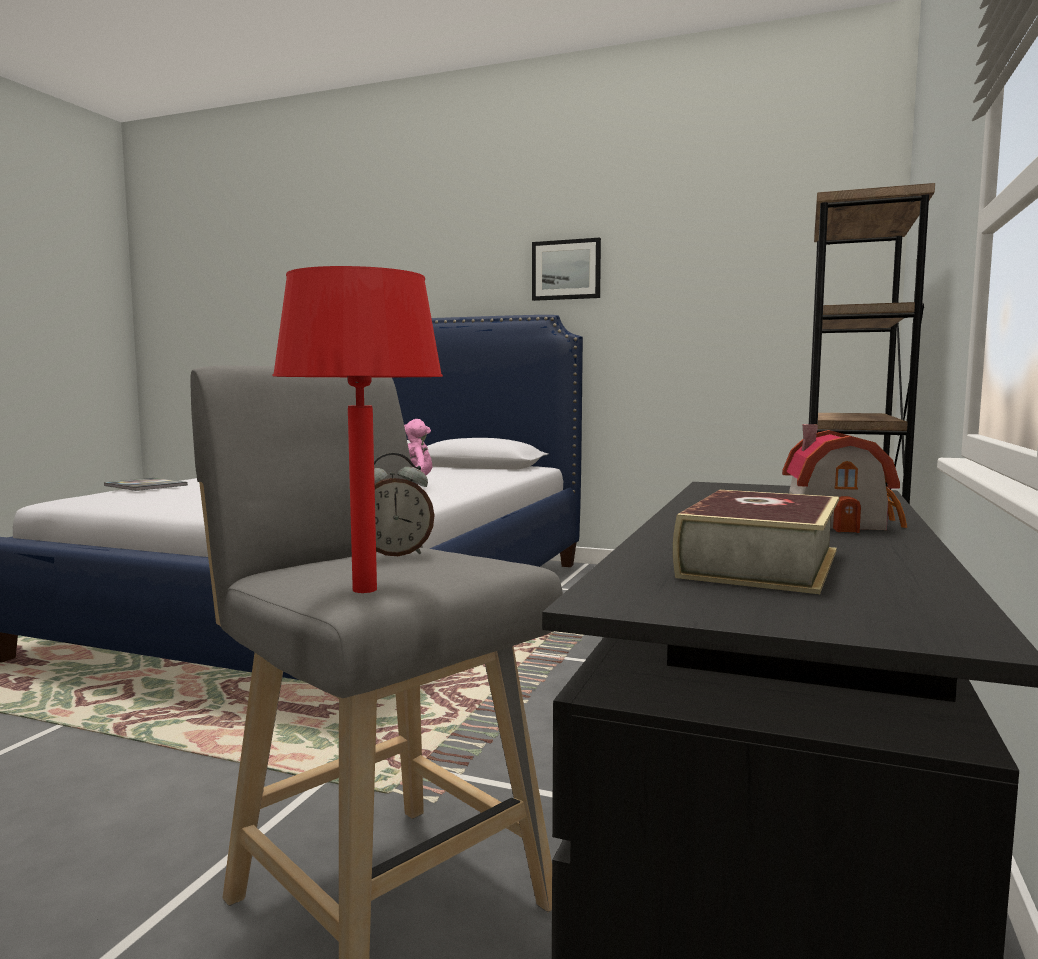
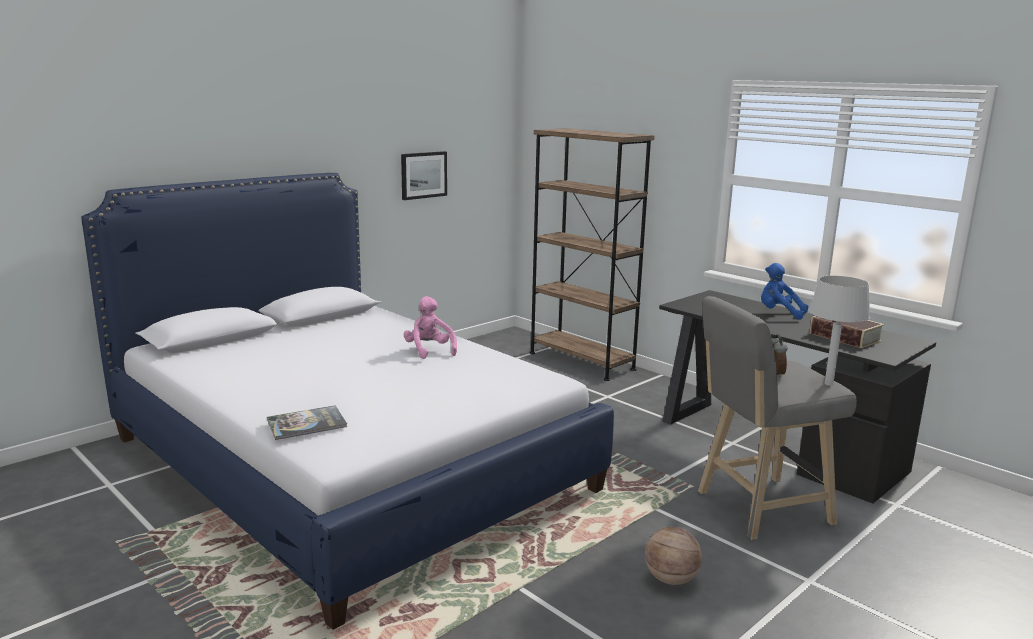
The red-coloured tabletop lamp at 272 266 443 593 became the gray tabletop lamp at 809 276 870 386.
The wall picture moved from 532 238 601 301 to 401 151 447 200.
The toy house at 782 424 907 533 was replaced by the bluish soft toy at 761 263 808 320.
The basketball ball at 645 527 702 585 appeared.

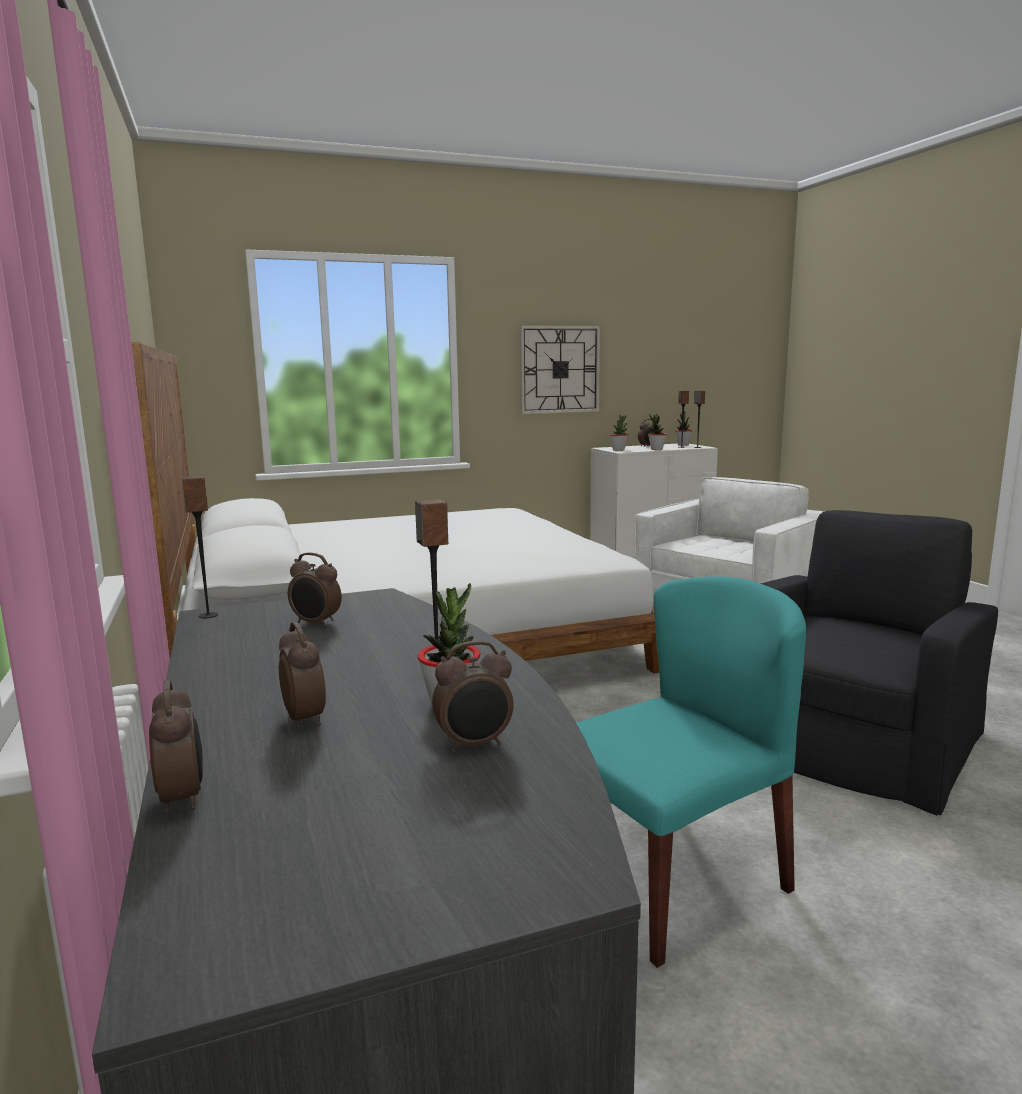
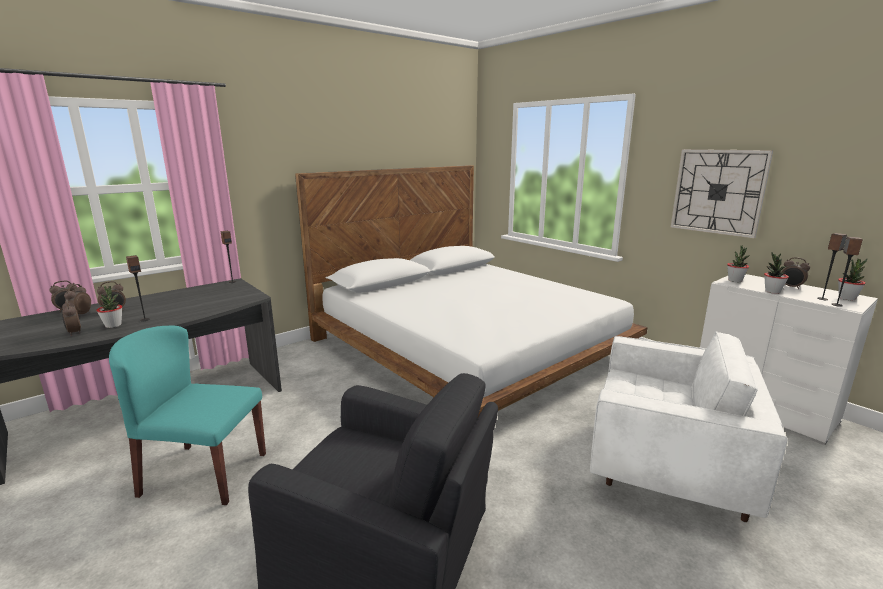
The bedside clock moved from 288 553 342 627 to 64 284 91 317.
The blue-green chair at 576 576 806 968 turned 150 degrees clockwise.

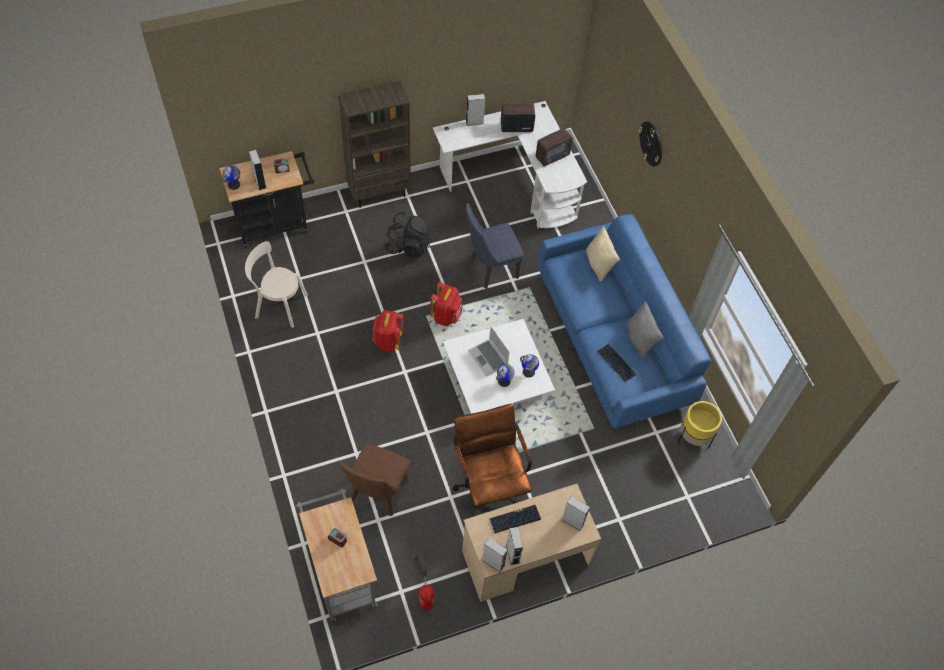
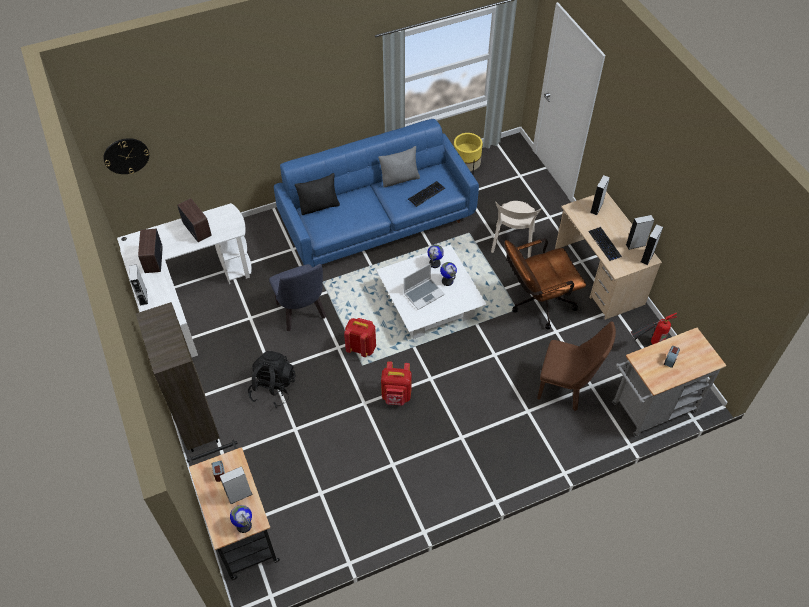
The beige chair moved from 245 241 308 328 to 491 201 542 258.
The beige cushion at 586 226 620 282 became the black-coloured cushion at 295 173 340 215.
The wall clock moved from 639 121 662 166 to 103 138 149 174.

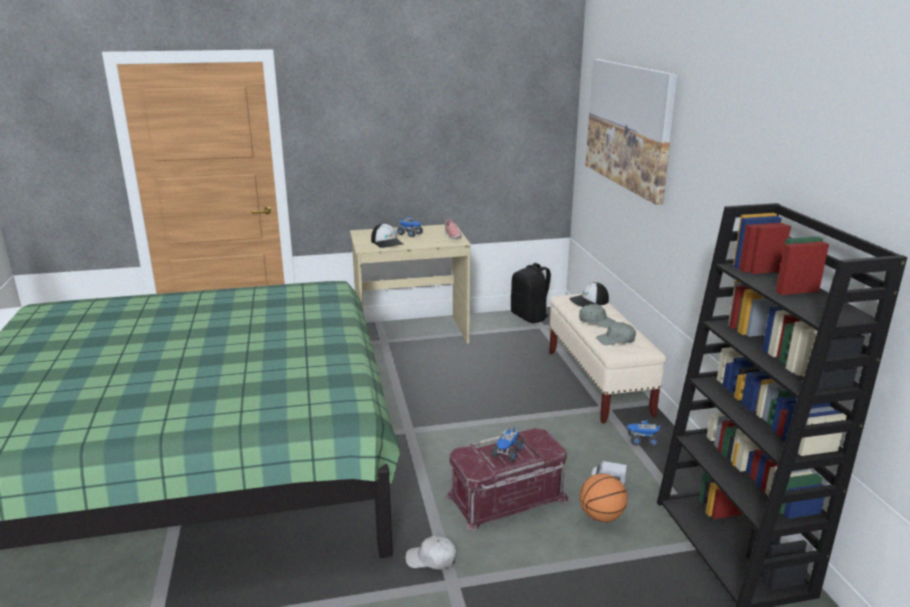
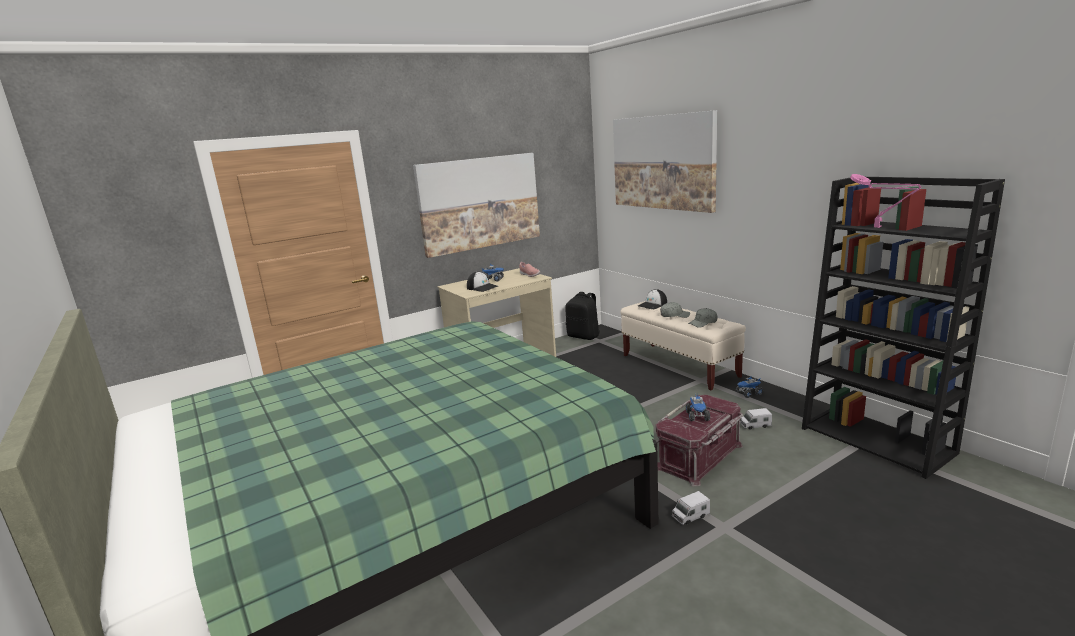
The whitish baseball cap at 406 535 456 570 was replaced by the toy lorry at 672 491 710 525.
The basketball ball at 579 474 628 522 disappeared.
The wall picture at 413 153 540 258 appeared.
The pink tabletop lamp at 850 174 922 228 appeared.

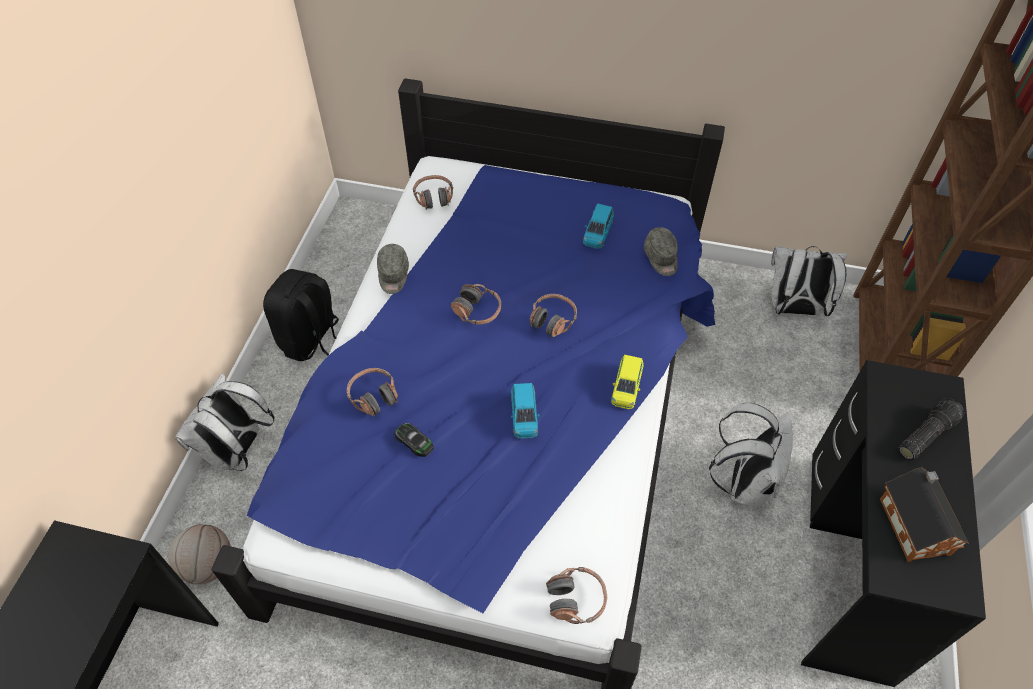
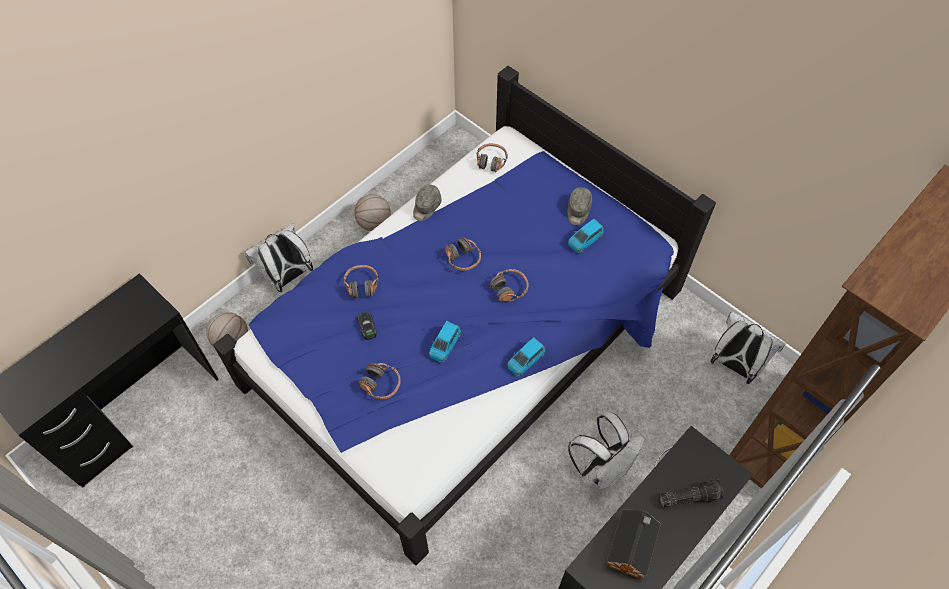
The black-coloured knapsack at 263 269 339 361 was replaced by the basketball ball at 354 194 391 231.
The pair of headphones moved from 546 567 607 624 to 359 363 401 399.
The yellowish model car at 611 355 644 409 became the bluish model car at 507 337 545 376.
The gray baseball cap moved from 644 227 678 276 to 567 187 592 225.

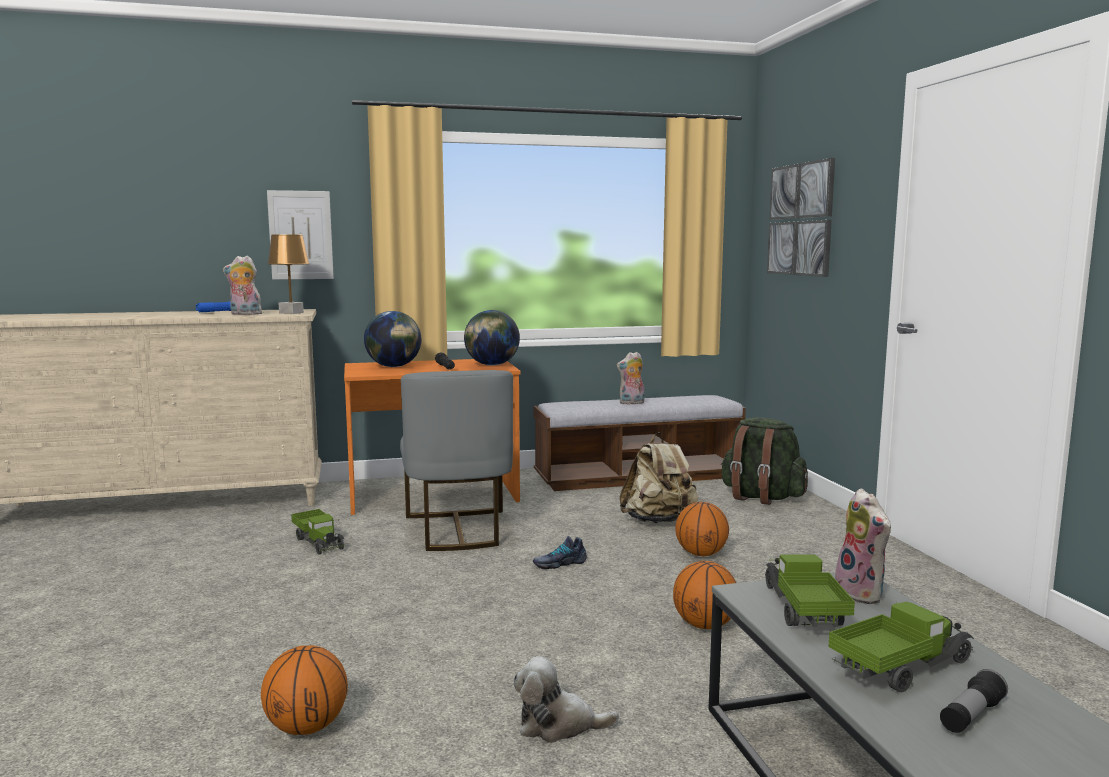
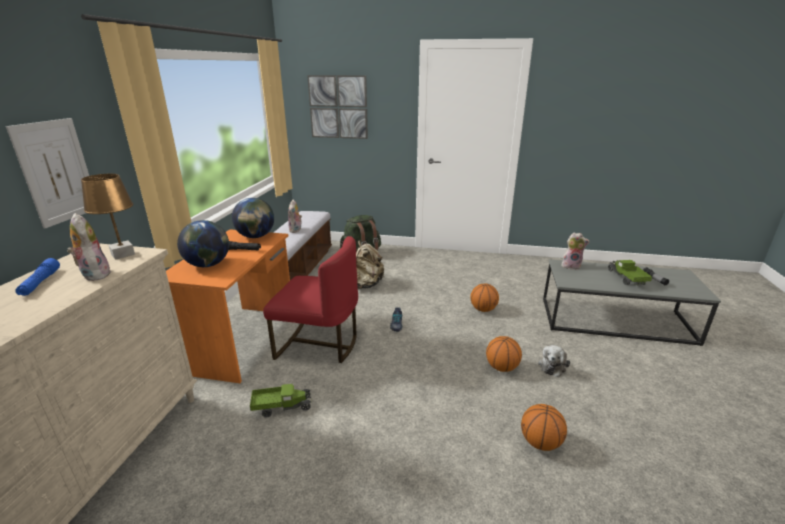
The soft toy at 223 256 262 315 turned 120 degrees clockwise.
The gray chair at 400 370 513 551 became the red-coloured chair at 263 236 358 363.
The basketball ball moved from 675 502 729 556 to 486 336 522 372.
The toy lorry at 765 554 855 627 disappeared.

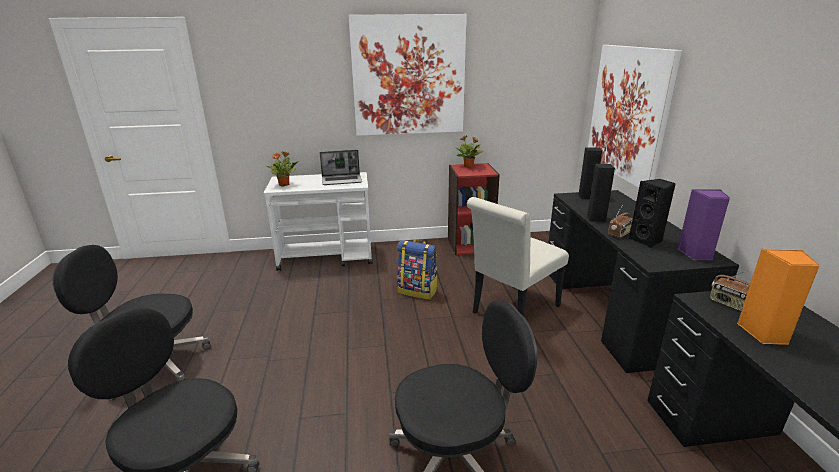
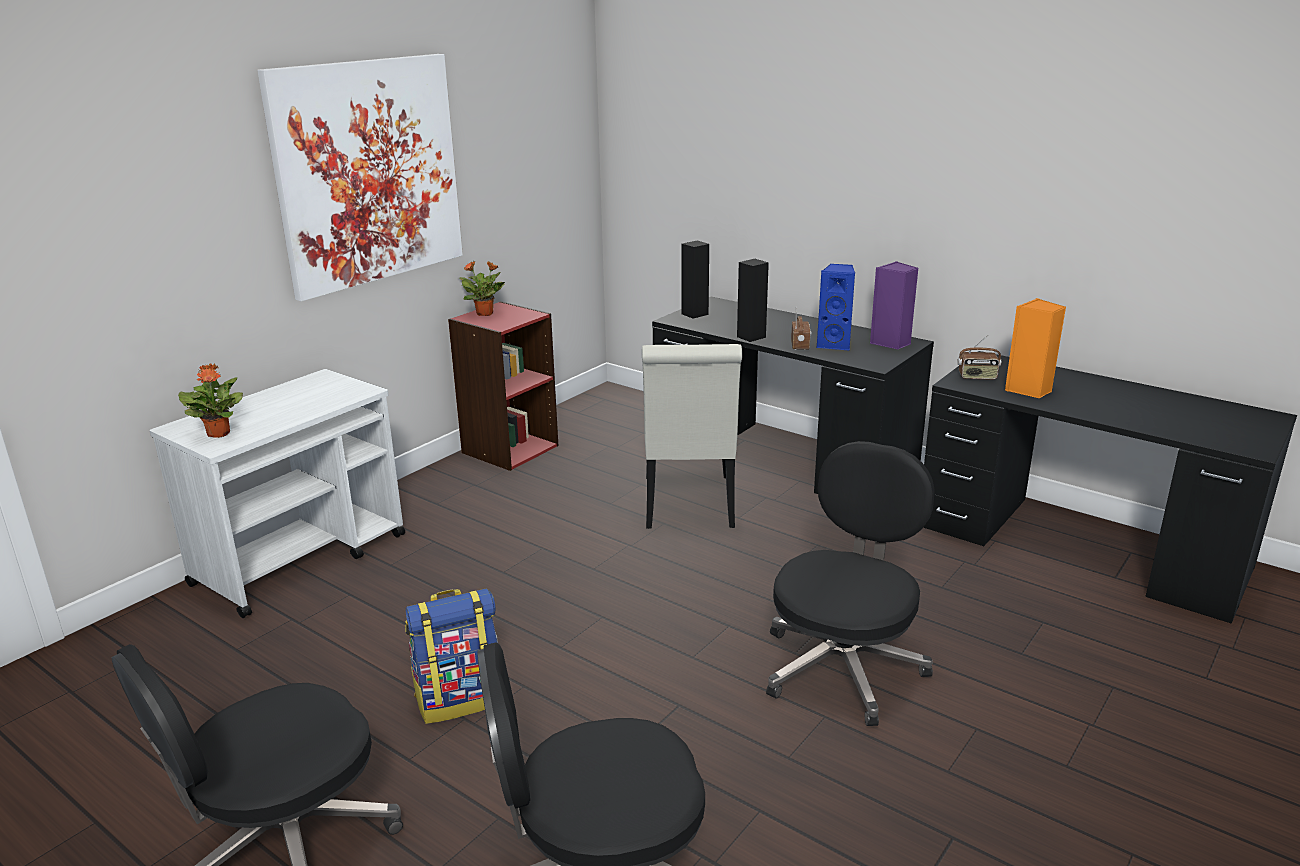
The laptop at 320 150 362 185 disappeared.
The knapsack moved from 397 240 438 300 to 405 588 498 724.
The wall picture at 588 45 682 188 disappeared.
The black-coloured audio speaker at 629 179 676 248 became the bluish audio speaker at 816 264 855 350.

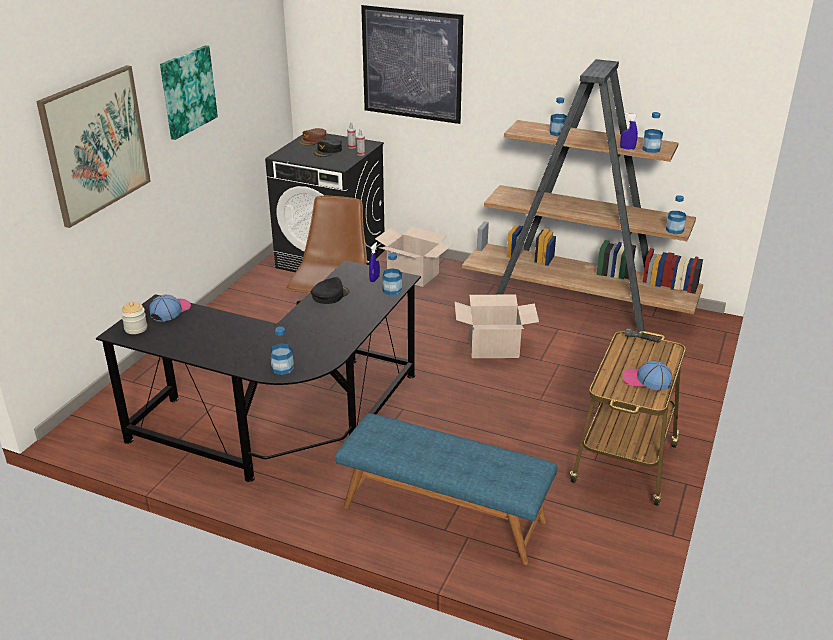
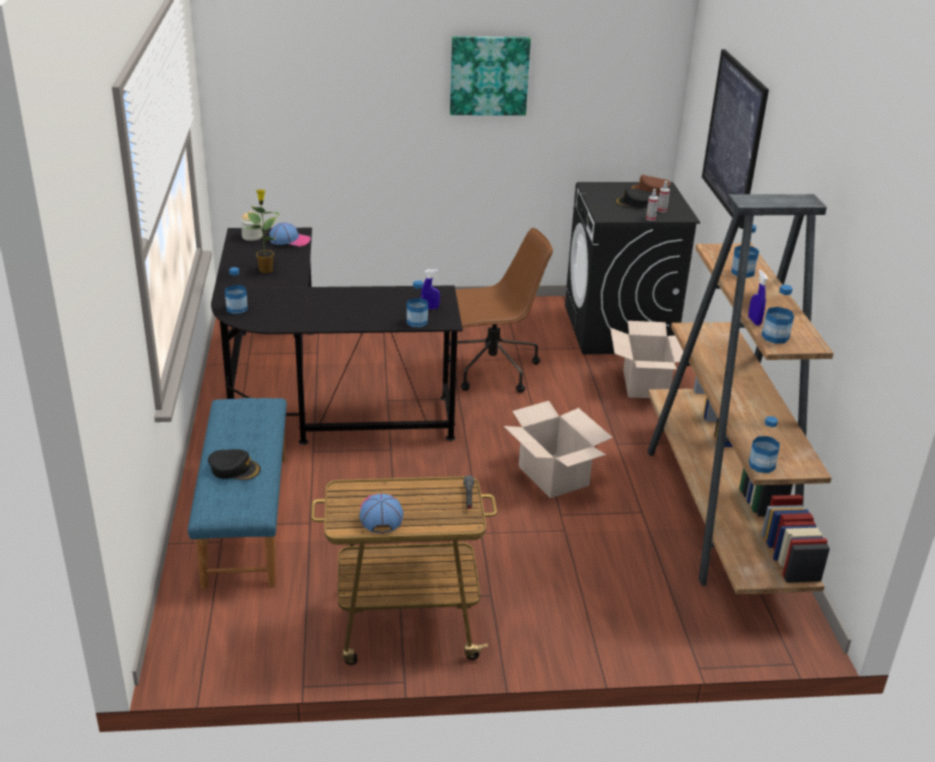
The wall picture at 36 65 151 228 disappeared.
The black-coloured baseball cap moved from 311 277 350 304 to 208 449 261 480.
The plant in a pot at 246 189 280 273 appeared.

